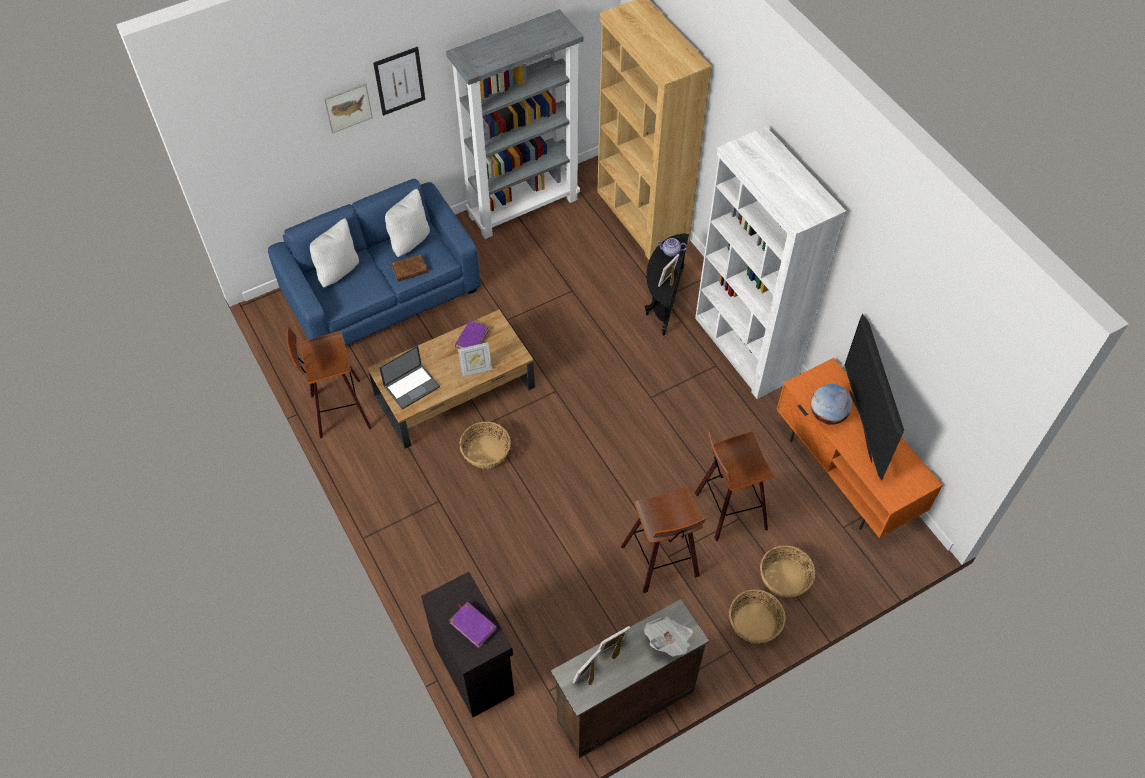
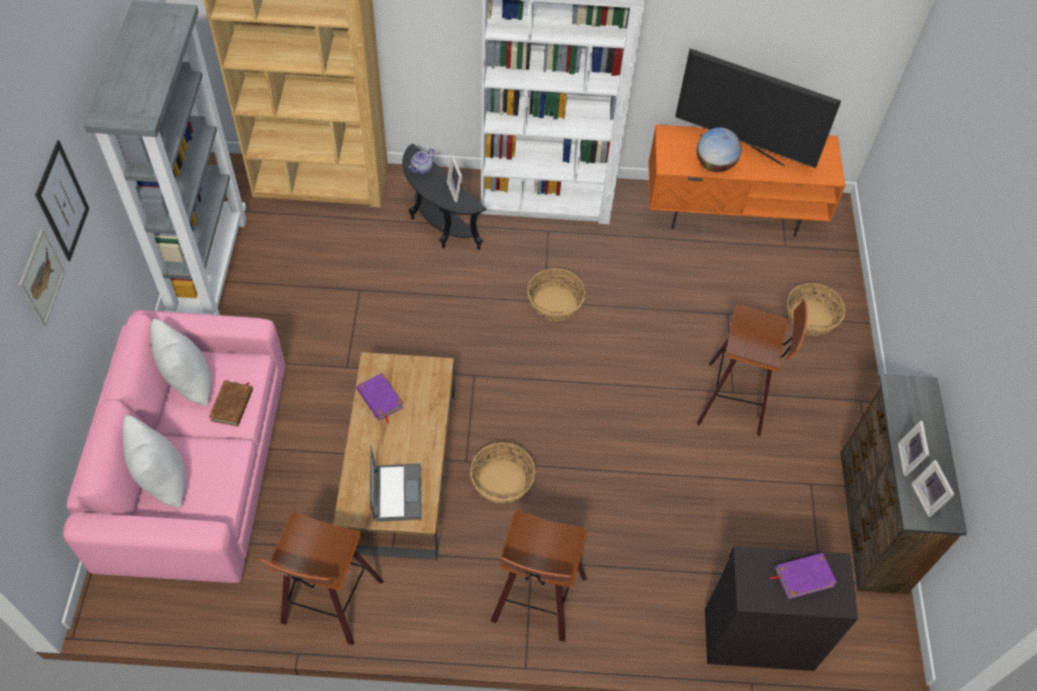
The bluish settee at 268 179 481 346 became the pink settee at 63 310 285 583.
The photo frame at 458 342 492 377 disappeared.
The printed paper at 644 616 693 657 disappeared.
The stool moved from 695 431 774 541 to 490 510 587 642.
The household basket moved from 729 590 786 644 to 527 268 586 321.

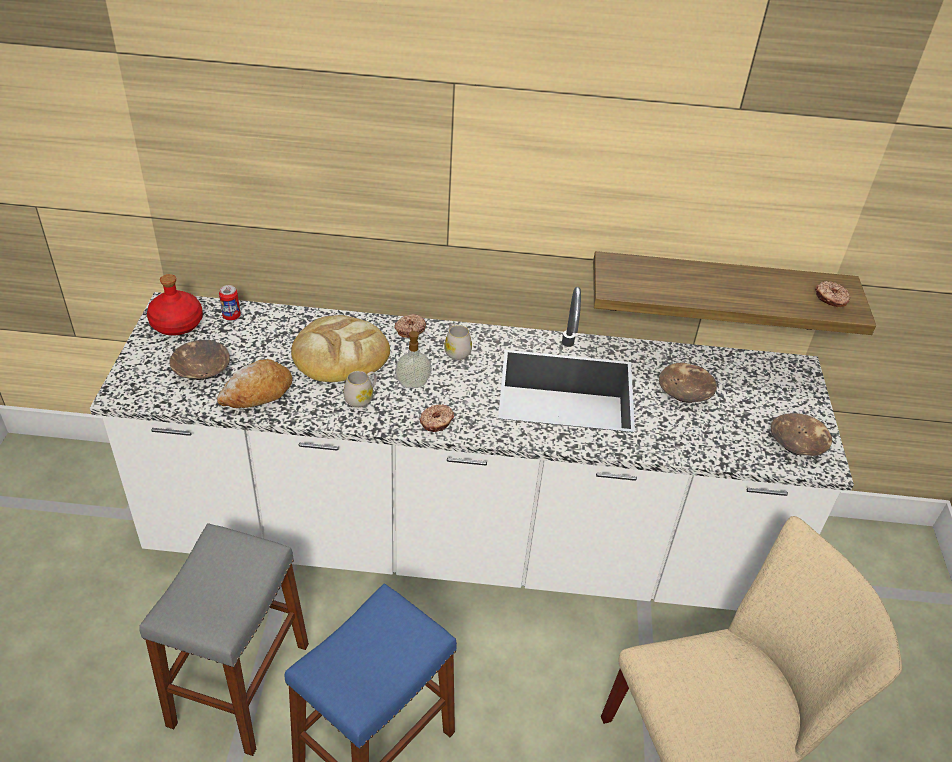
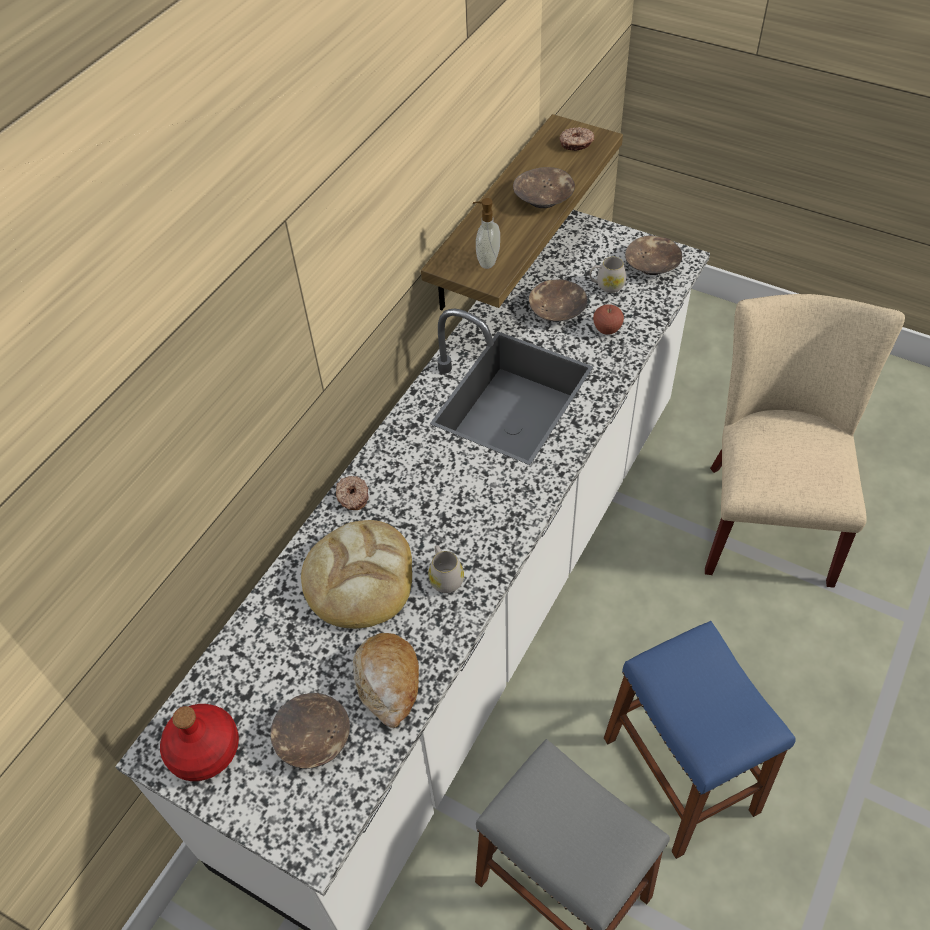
The can at 219 285 241 320 disappeared.
The liquid soap bottle moved from 395 328 432 388 to 473 198 500 269.
The donut at 420 404 454 432 disappeared.
The whitish coffee mug moved from 444 323 472 360 to 590 257 626 293.
The brown-coloured serving bowl at 513 167 575 208 appeared.
The apple at 593 304 624 335 appeared.

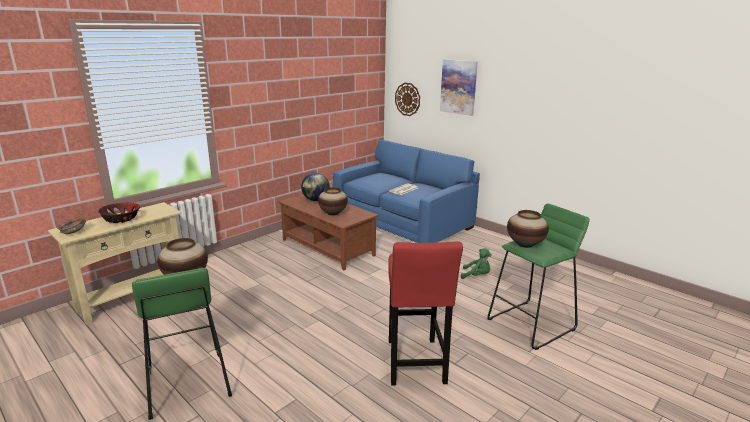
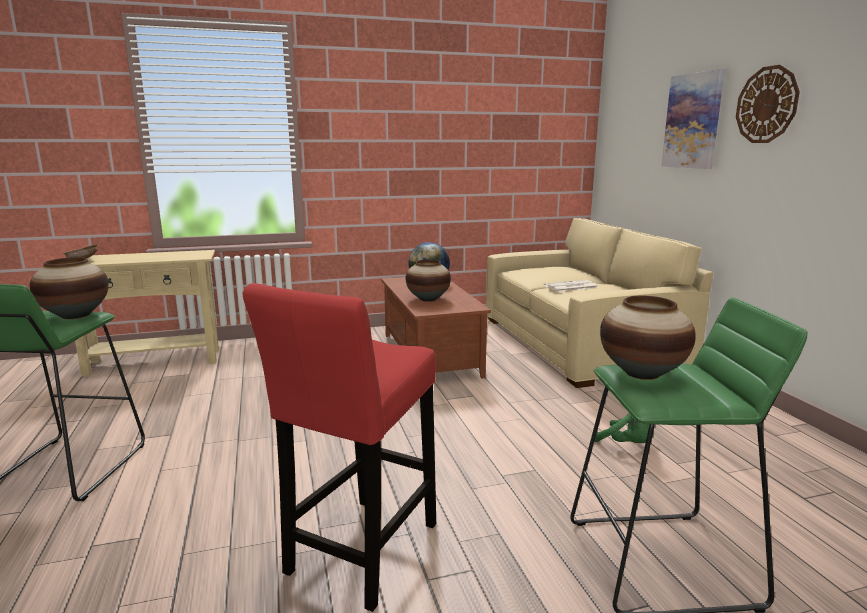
The serving bowl at 98 203 140 223 disappeared.
The bluish settee at 333 140 480 243 became the beige settee at 486 218 713 388.
The wall clock moved from 395 82 420 116 to 736 65 800 143.

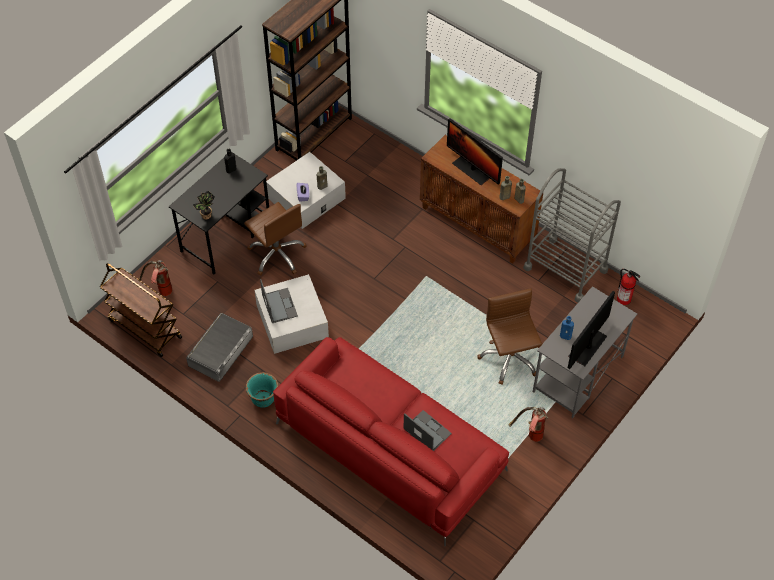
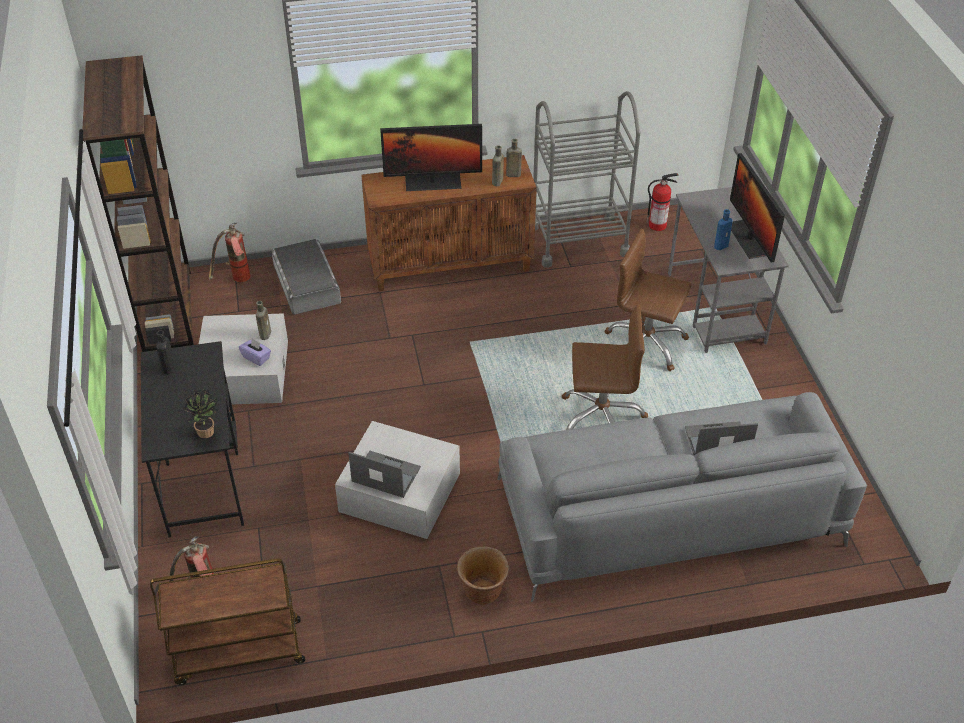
The gray storage container moved from 186 313 253 382 to 272 239 341 315.
The brown-coloured desk chair moved from 244 202 307 276 to 562 304 648 430.
The blue-green flower pot at 246 372 278 408 became the brown-coloured flower pot at 457 546 509 605.
The red-coloured settee at 273 337 509 546 became the gray settee at 498 392 867 602.
The fire-fighting cylinder moved from 509 407 548 442 to 209 223 251 282.

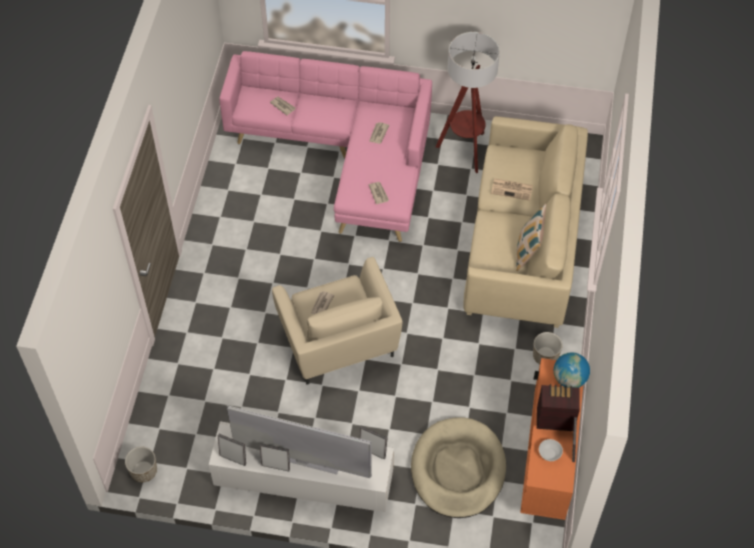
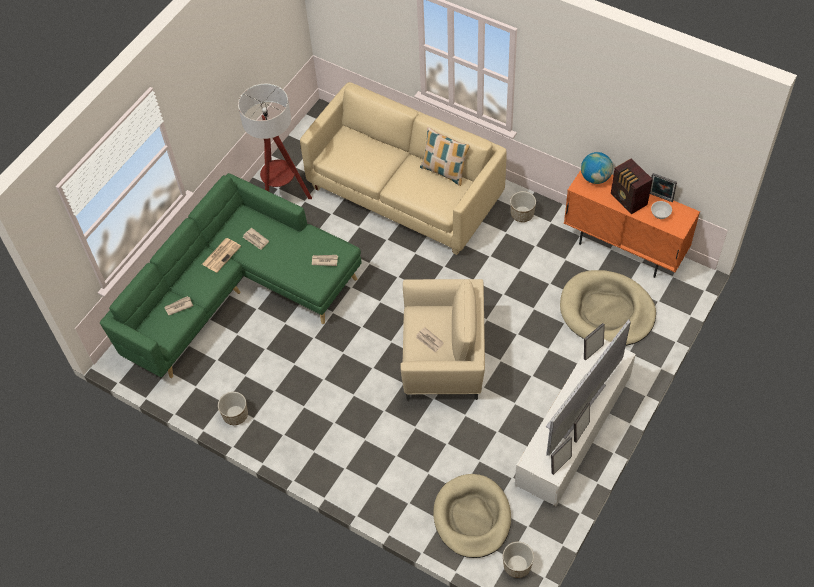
The pink settee at 219 51 432 242 became the green-coloured settee at 100 173 361 378.
The printed paper moved from 491 178 533 201 to 202 238 241 273.
The radio receiver at 537 384 580 431 turned 60 degrees counterclockwise.
The flower pot at 218 392 248 425 appeared.
The beige dog cushion at 433 474 511 558 appeared.

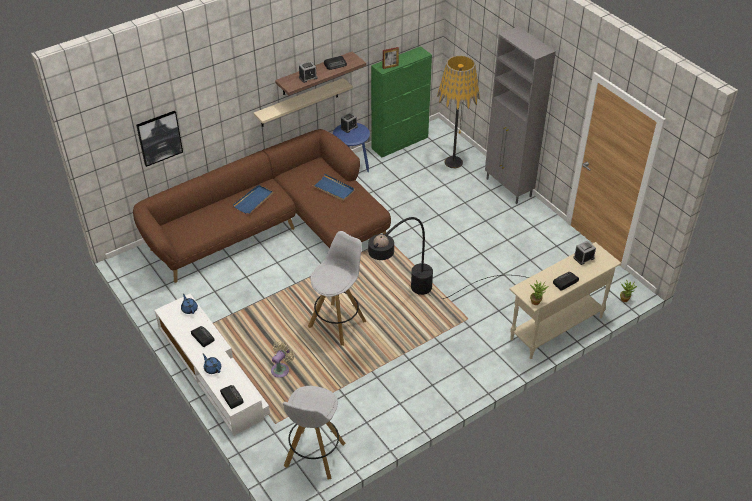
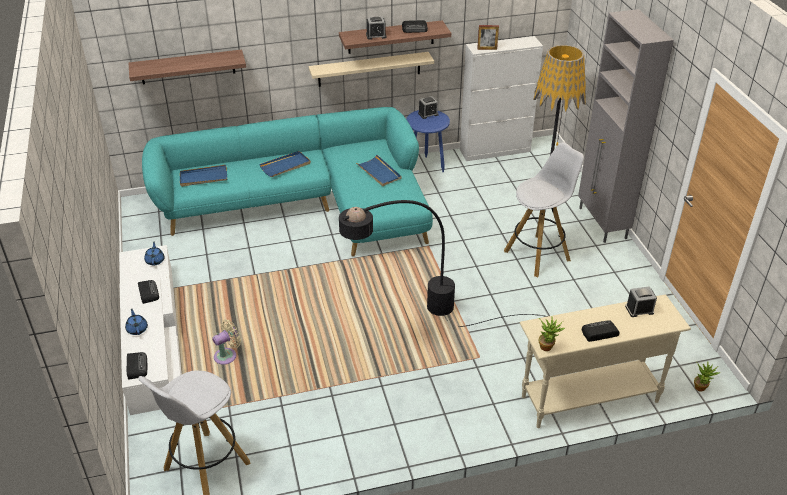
The brown-coloured settee at 133 129 391 283 became the blue-green settee at 142 107 433 256.
The wall picture at 136 111 183 167 was replaced by the bracket shelf at 129 49 246 84.
The whitish stool moved from 308 231 367 346 to 504 142 584 277.
The green-coloured storage cabinet at 371 46 432 157 became the whitish storage cabinet at 460 36 543 161.
The bluish carrying tray at 180 165 227 186 appeared.

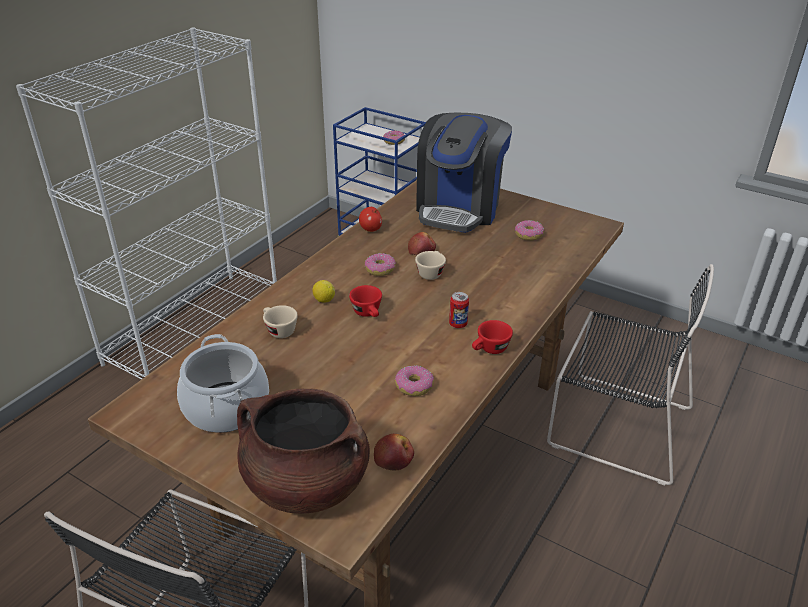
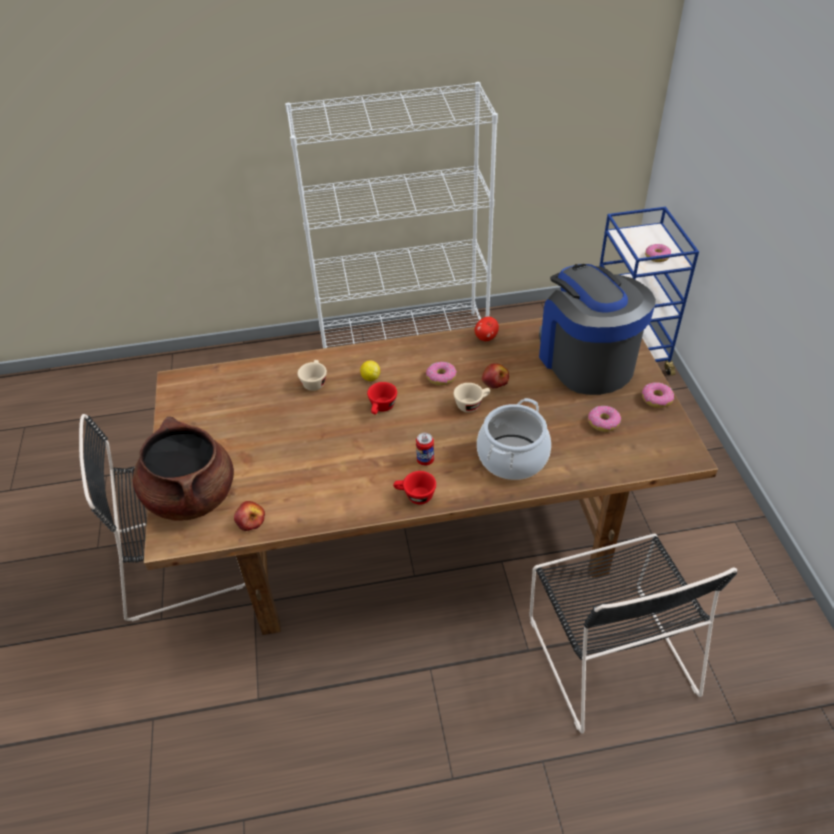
The saucepot moved from 177 334 269 433 to 477 398 551 480.
The donut moved from 395 365 434 396 to 642 382 674 408.
The coffee machine at 416 113 512 233 turned 90 degrees clockwise.

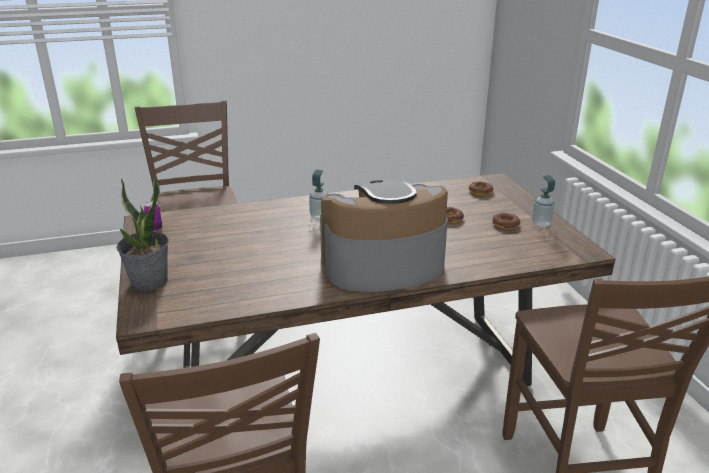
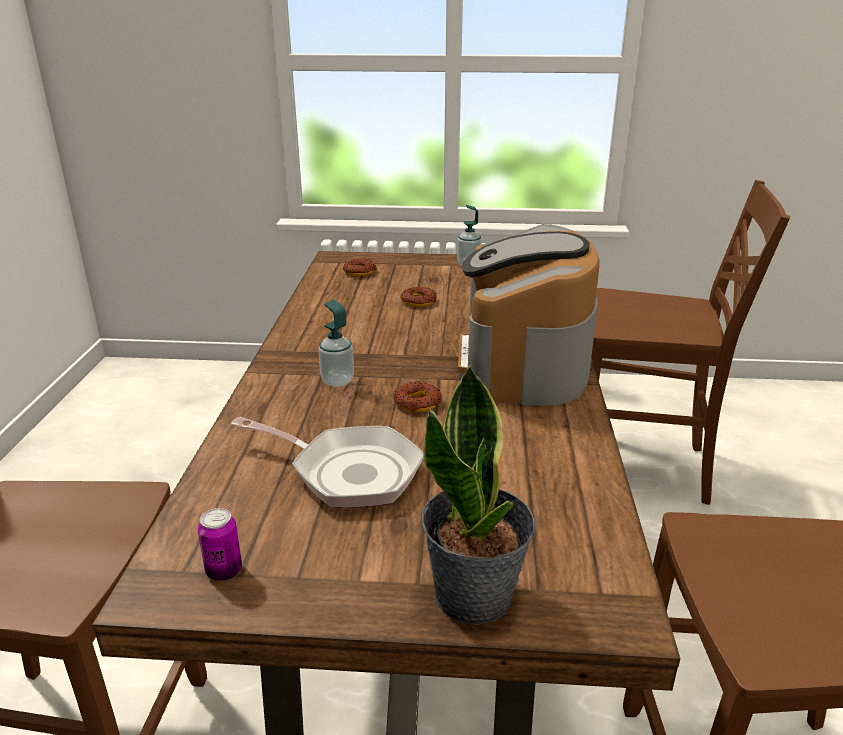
The donut moved from 492 213 520 229 to 394 381 442 412.
The frying pan at 231 417 424 508 appeared.

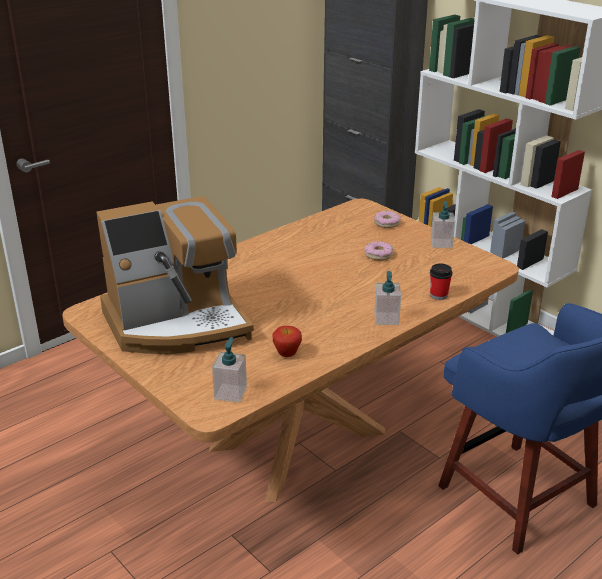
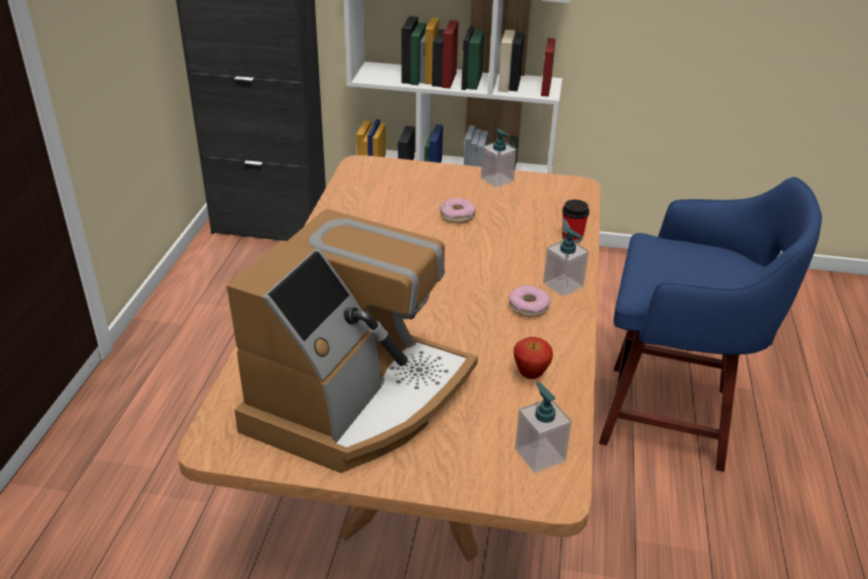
The donut moved from 374 211 401 228 to 508 285 551 317.

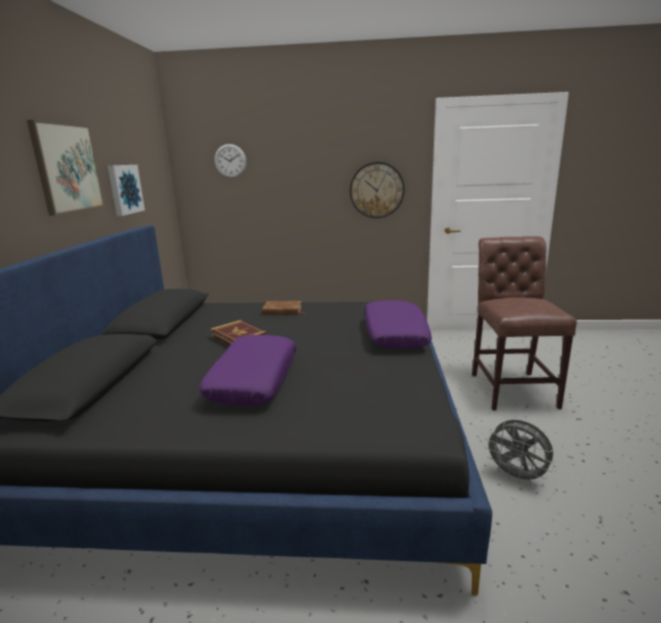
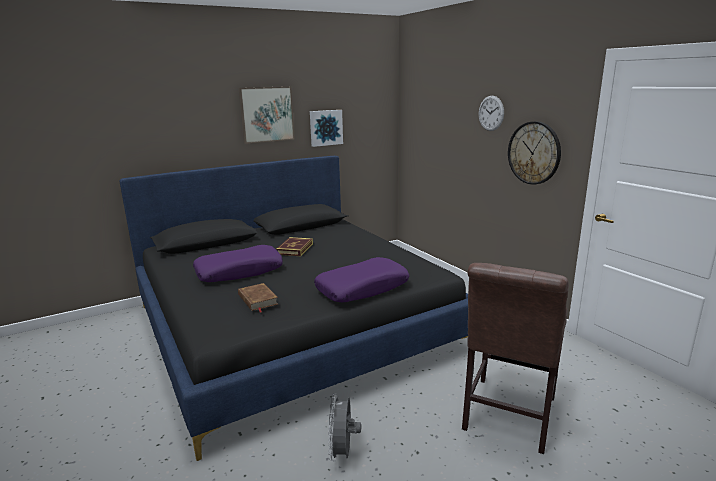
The wall clock moved from 215 144 246 178 to 479 96 504 131.
The brown-coloured bound book moved from 262 301 304 315 to 238 283 278 313.
The brown-coloured chair at 472 236 577 410 turned 150 degrees clockwise.

